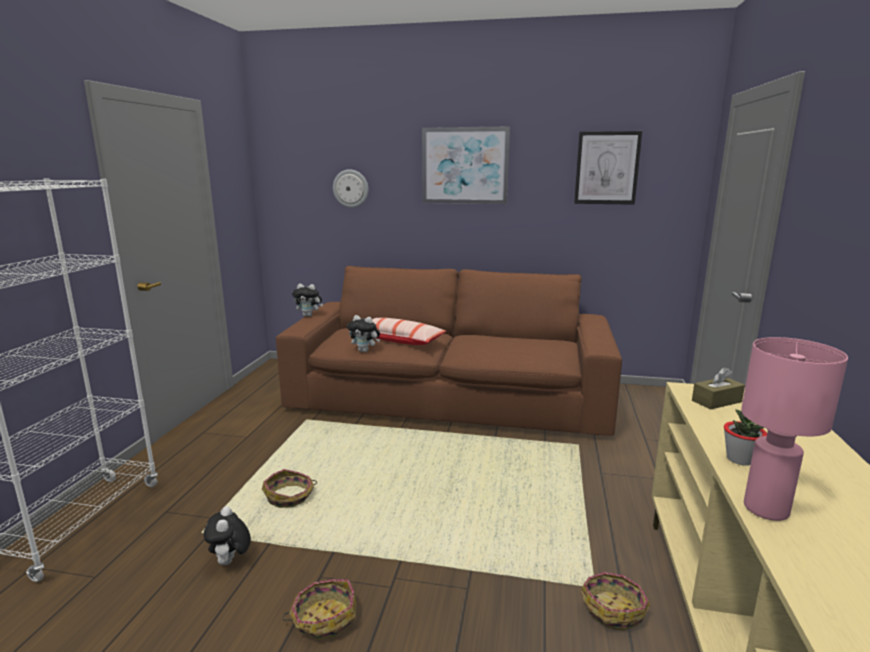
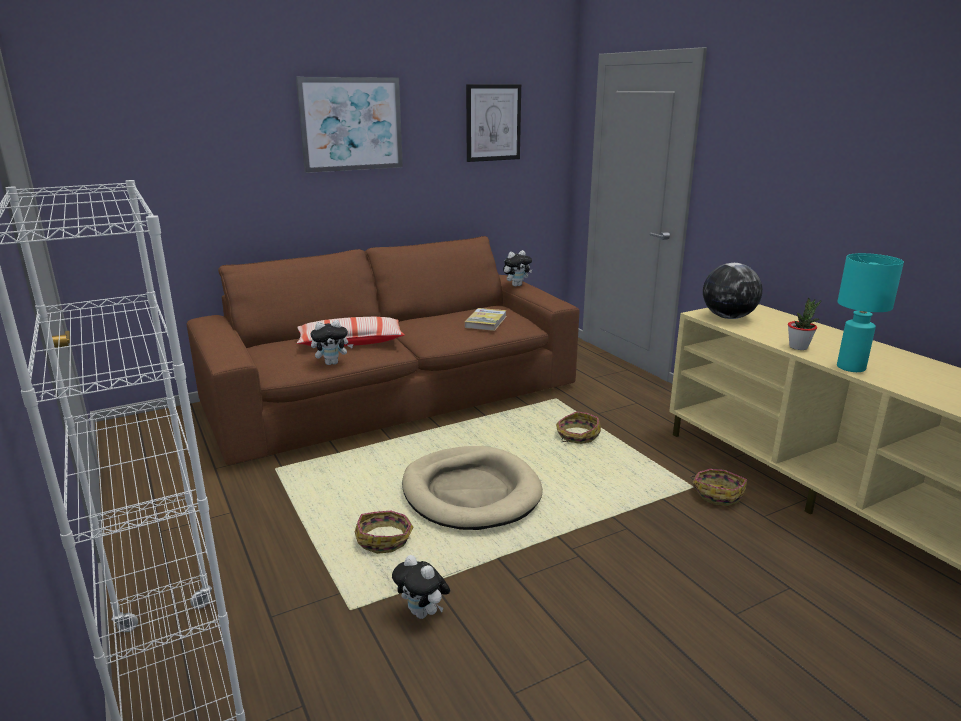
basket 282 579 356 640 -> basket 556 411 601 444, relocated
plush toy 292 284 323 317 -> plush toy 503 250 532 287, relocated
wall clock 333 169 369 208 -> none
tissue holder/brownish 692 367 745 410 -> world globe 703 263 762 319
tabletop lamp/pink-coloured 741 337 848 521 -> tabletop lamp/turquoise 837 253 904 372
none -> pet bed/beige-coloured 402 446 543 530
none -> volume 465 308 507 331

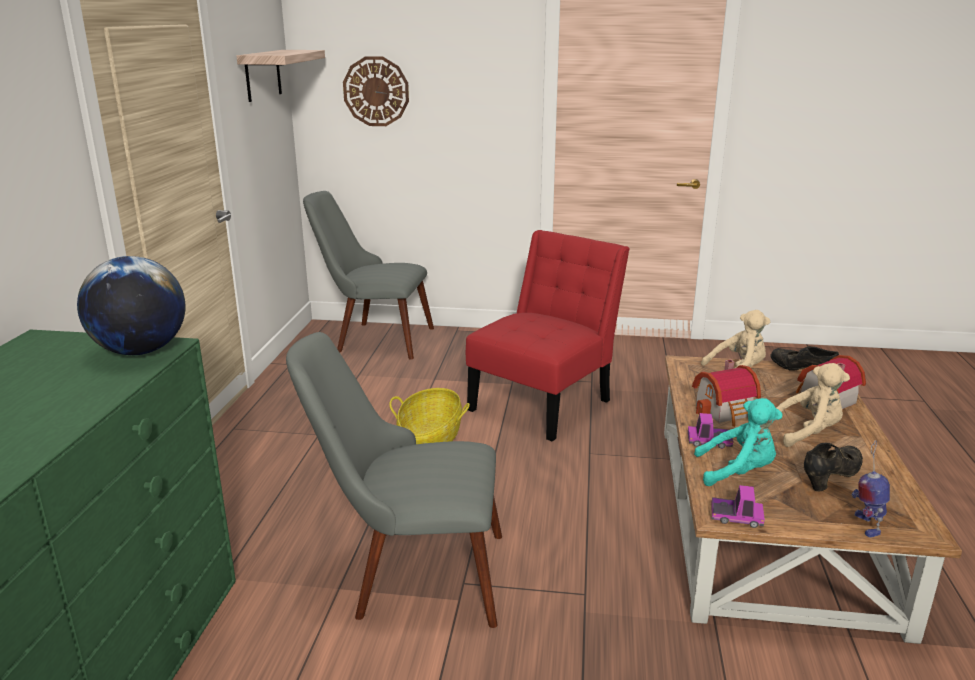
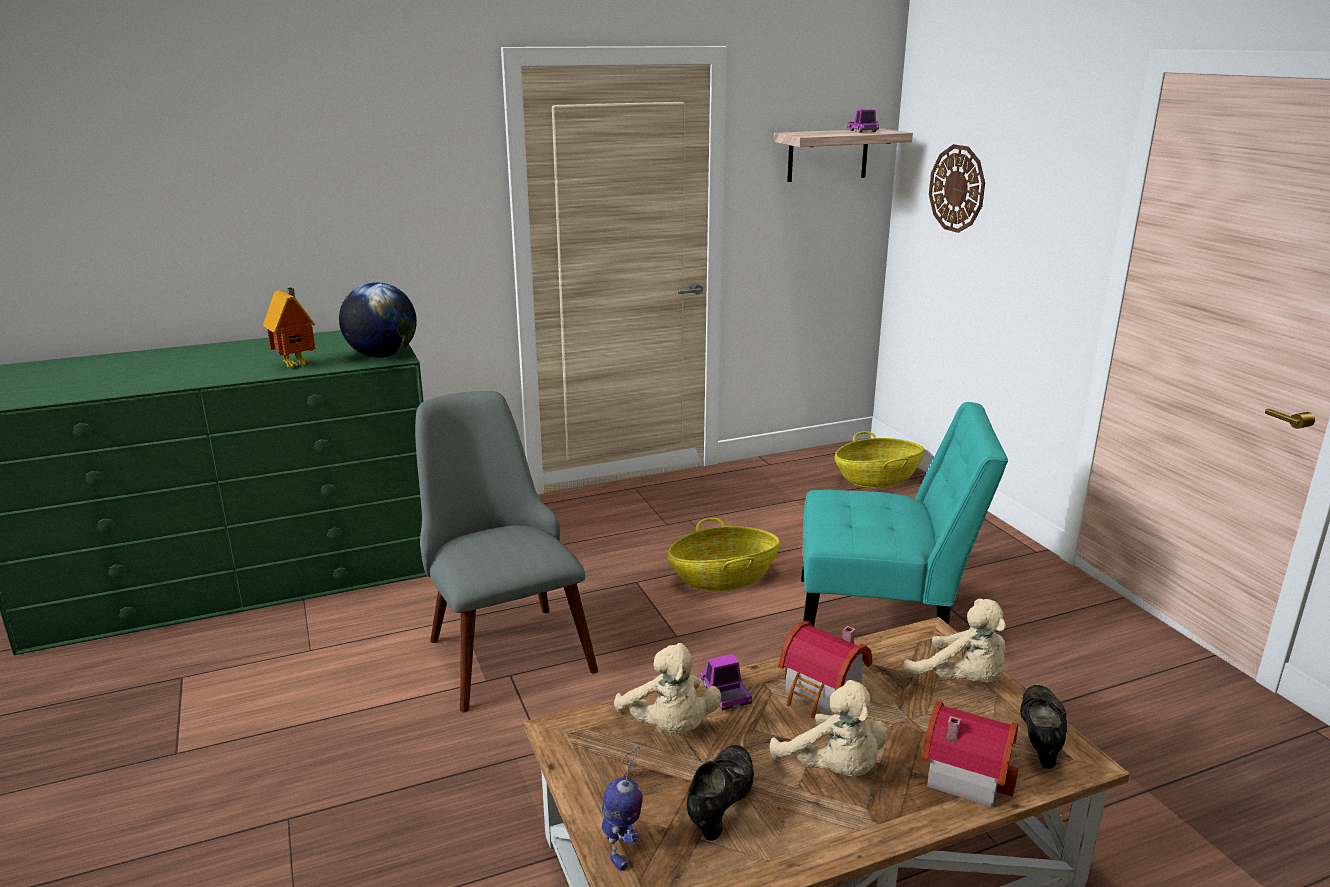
plain chair/greyish 303 191 434 360 -> basket 835 431 924 488
plain chair/red-coloured 466 230 630 441 -> plain chair/turquoise 801 402 1008 626
plush toy/turquoise 694 398 782 486 -> plush toy/beige-coloured 614 643 721 734
toy lorry 711 485 765 528 -> toy lorry 847 109 879 132, relocated
shoe/blackish 804 443 863 492 -> shoe/blackish 687 745 754 841, 90 degrees counterclockwise
toy robot 852 440 890 537 -> toy robot 602 746 643 871, 120 degrees clockwise
none -> toy house 263 287 315 368

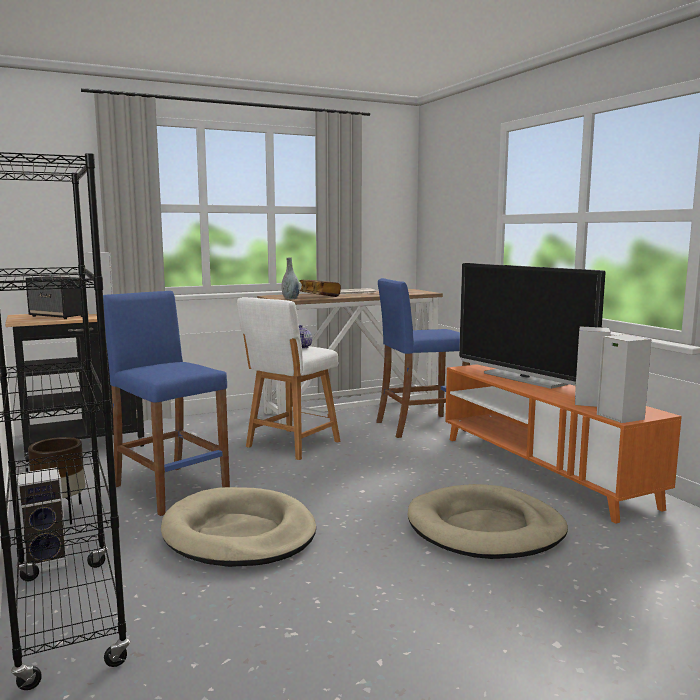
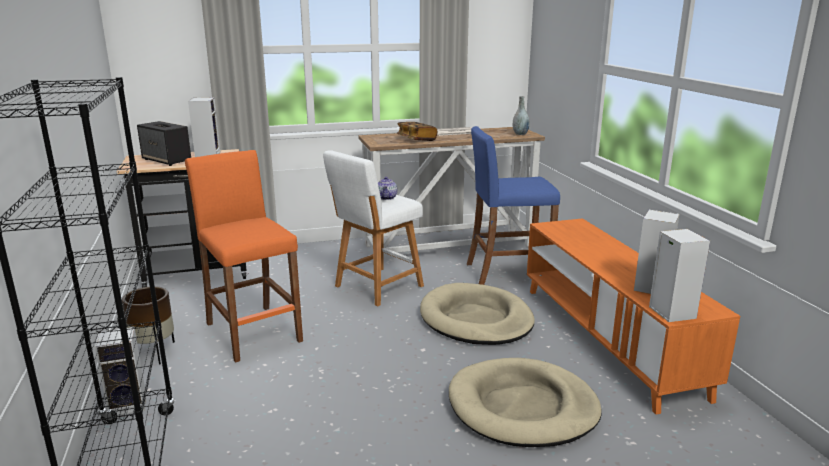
stool seat/bluish 103 291 230 516 -> stool seat/orange 185 150 303 363
pet bed/beige-coloured 161 487 316 567 -> pet bed/beige-coloured 420 283 535 345, relocated
vase/greyish 281 258 300 299 -> vase/greyish 513 96 530 135, relocated
television 459 263 606 389 -> none

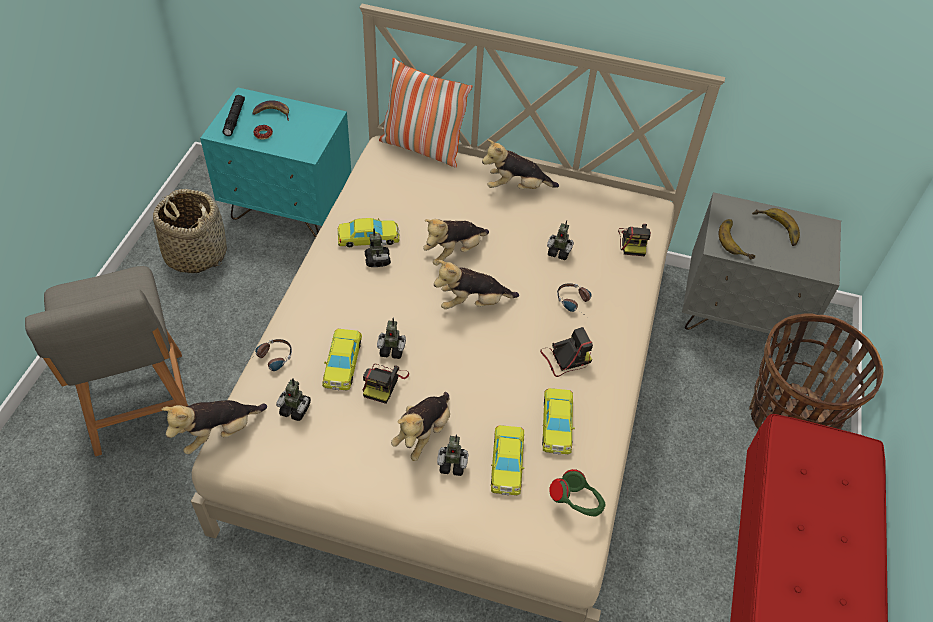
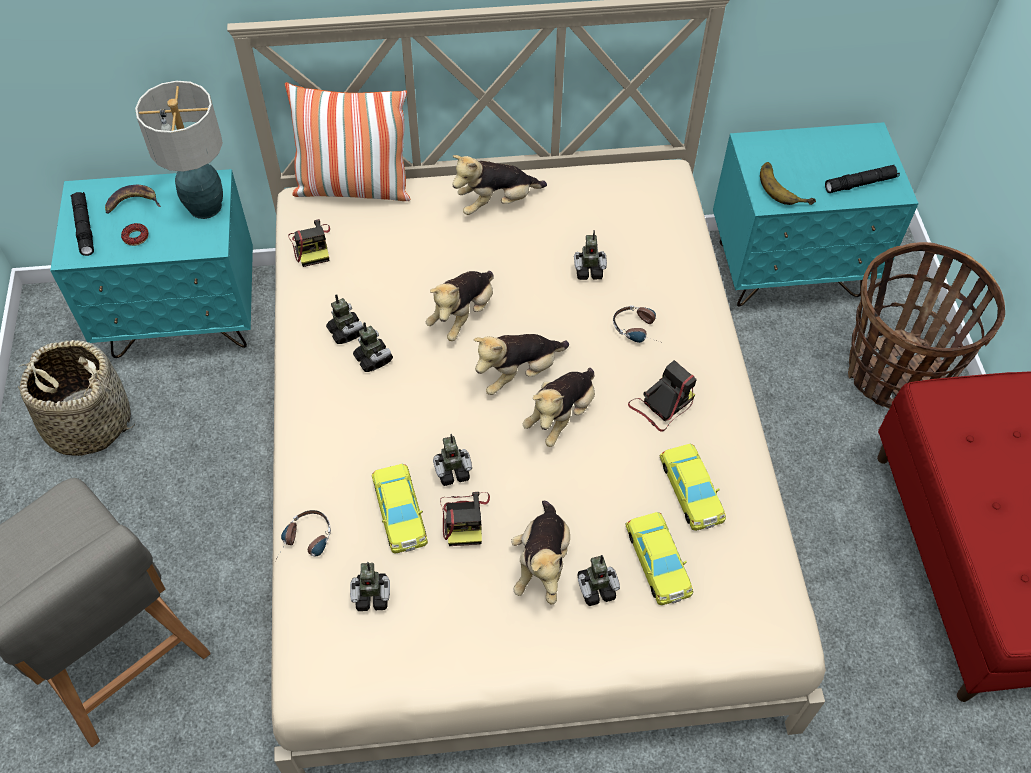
plush toy 161 400 267 454 -> plush toy 523 368 595 447, relocated
miniature car/yellowish 338 218 400 247 -> toy robot 326 295 364 344
pair of headphones/green-coloured 549 469 606 517 -> none
photo camera 618 224 651 256 -> photo camera 288 219 330 267, relocated
nightstand/greyish 682 192 841 353 -> nightstand/turquoise 713 122 919 307
banana fruit 752 208 800 246 -> none
none -> tabletop lamp 135 81 223 219
none -> flashlight/blackish 825 165 900 193

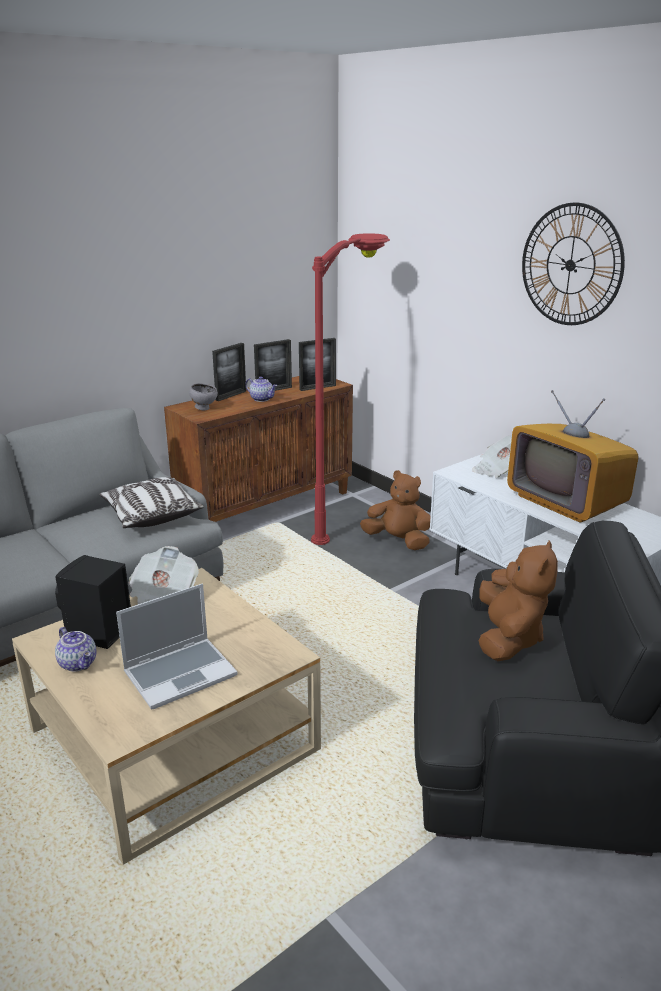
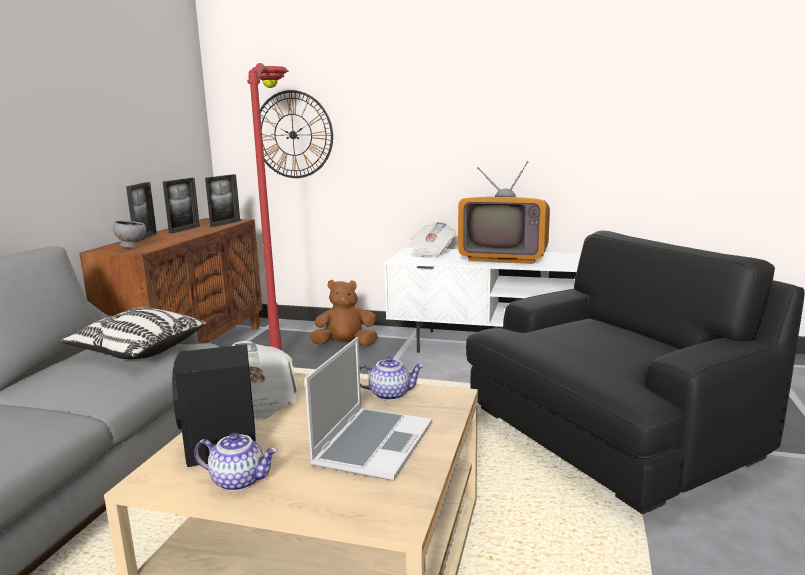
teapot 245 376 277 402 -> teapot 359 356 424 401, relocated
plush toy/brownish 479 540 558 661 -> none
wall clock 522 203 625 325 -> wall clock 260 90 333 178, relocated

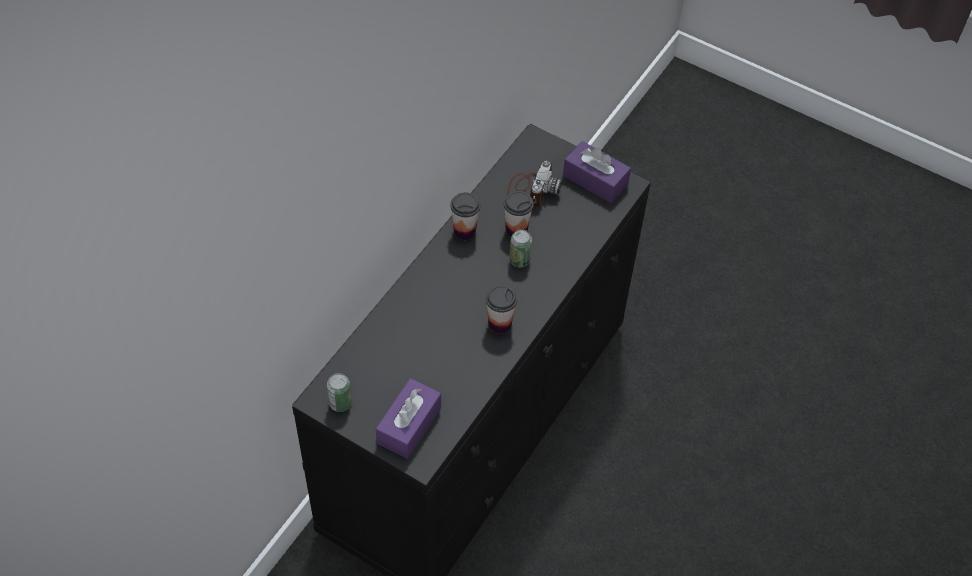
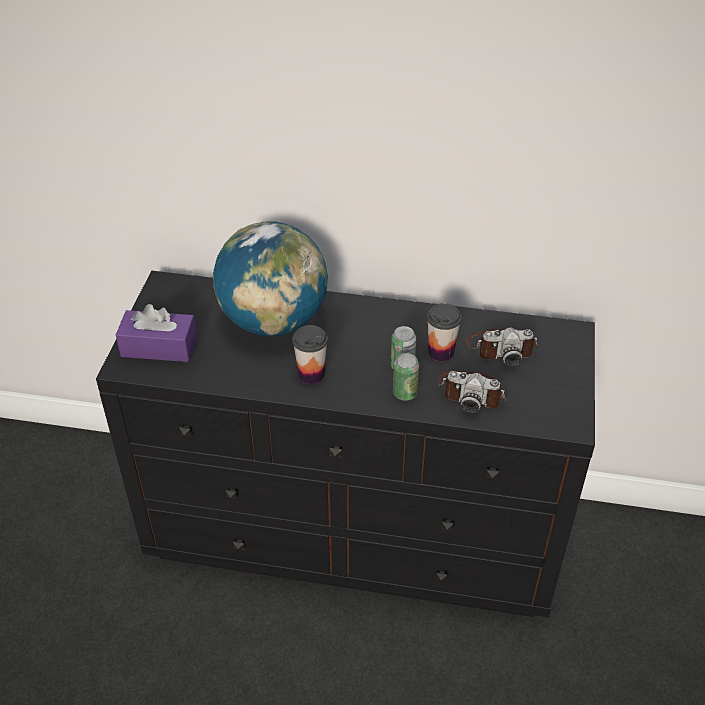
metal can 327 373 352 412 -> metal can 393 353 419 401, relocated
small cup 450 192 480 240 -> none
tissue holder/purple-coloured 563 141 631 203 -> none
none -> world globe 213 221 328 336
none -> photo camera 438 371 506 413

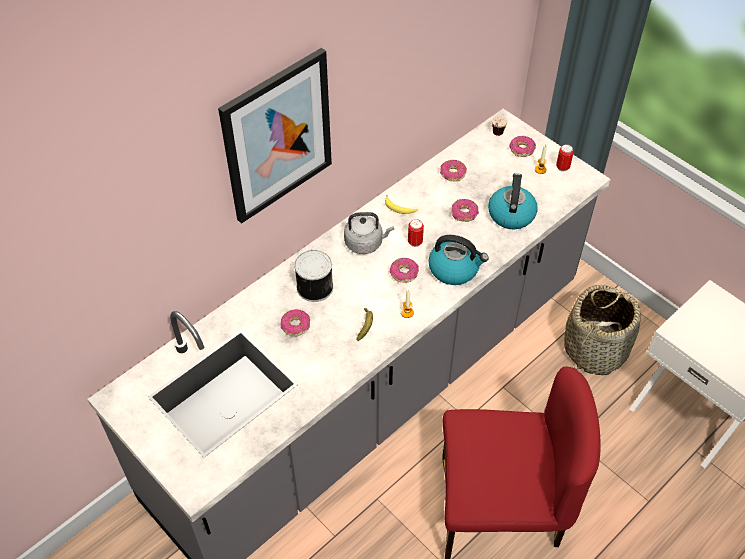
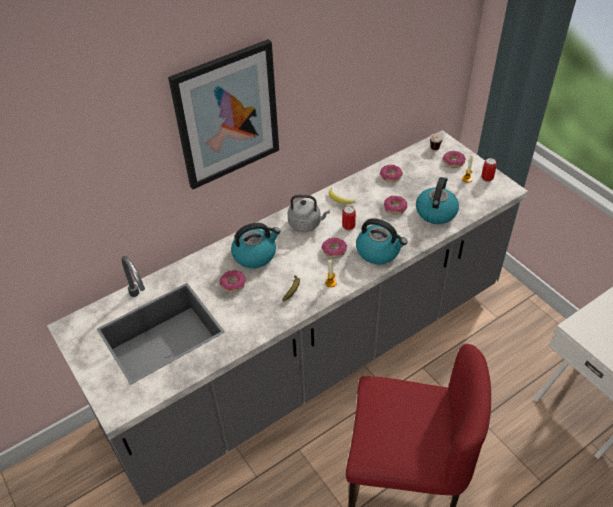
metal can 294 250 333 302 -> tea kettle 231 223 281 268
basket 564 285 641 375 -> none

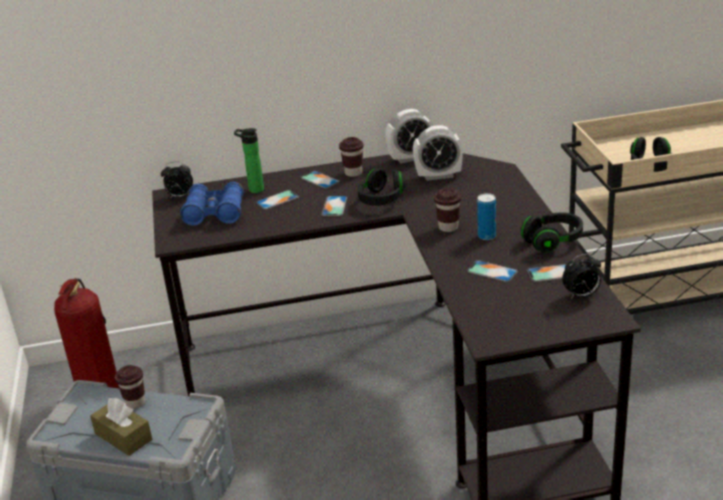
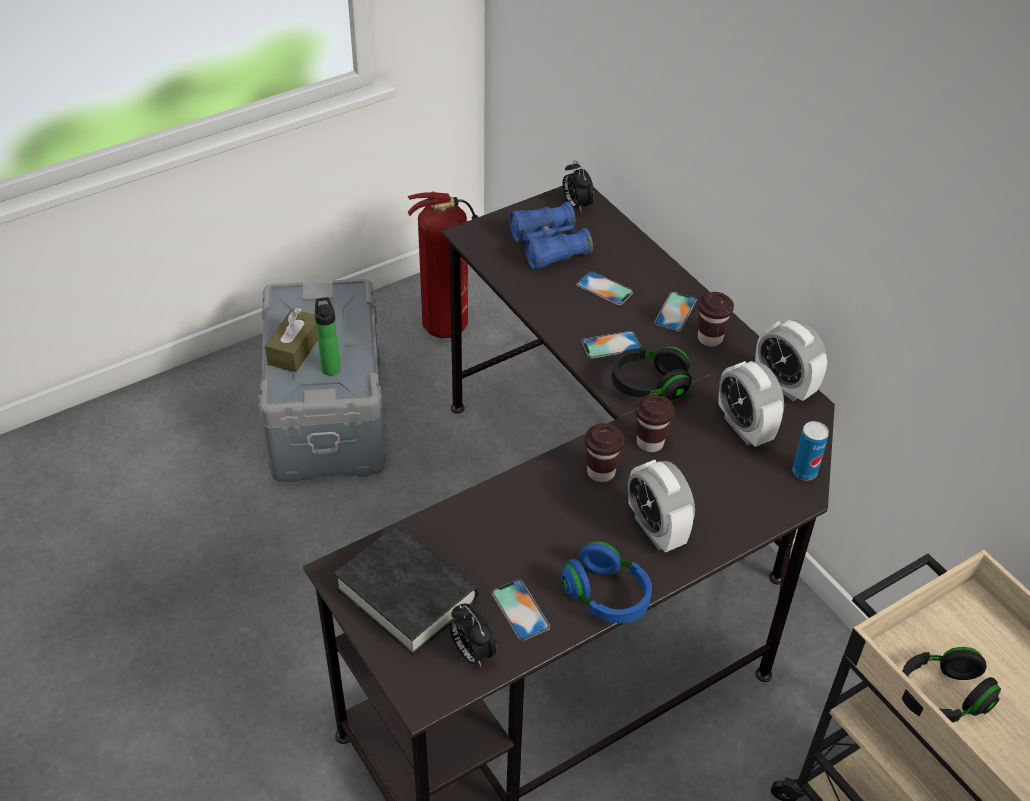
small cup/brownish 115 365 145 409 -> small cup/brownish 636 395 674 452, relocated
bottle 234 128 264 193 -> bottle 315 297 341 375, relocated
handset 467 260 518 282 -> none
metal can 477 193 496 240 -> metal can 792 421 829 481, relocated
pair of headphones/blackish 521 212 583 253 -> pair of headphones/bluish 561 541 652 623
none -> volume/blackish 334 525 478 655
none -> alarm clock 628 460 695 553

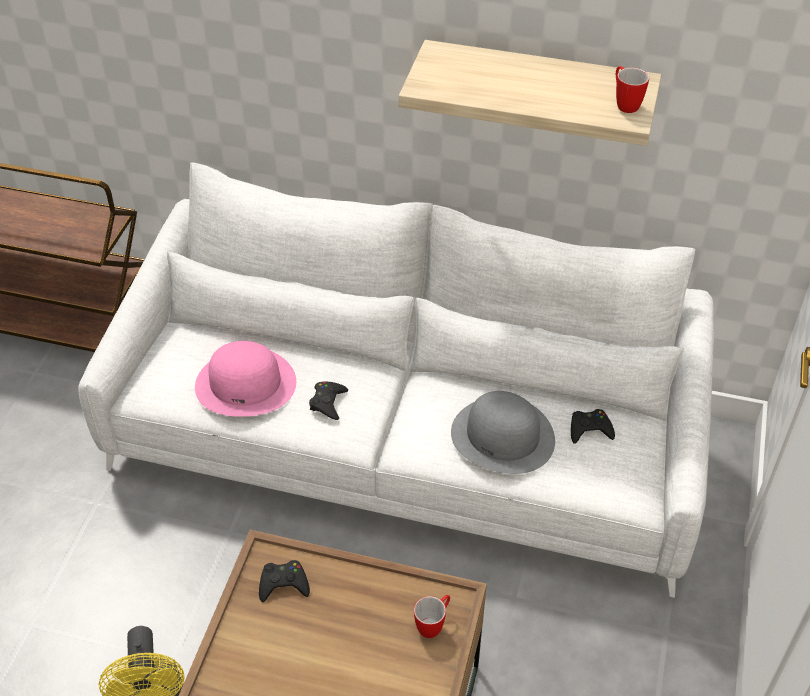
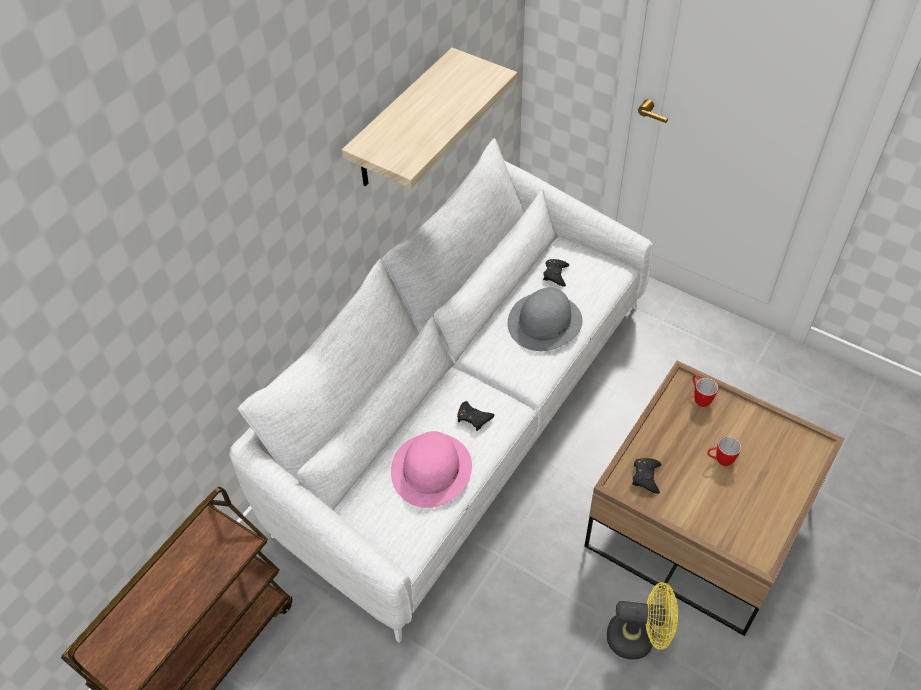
mug 616 66 649 113 -> mug 707 436 742 466, relocated

